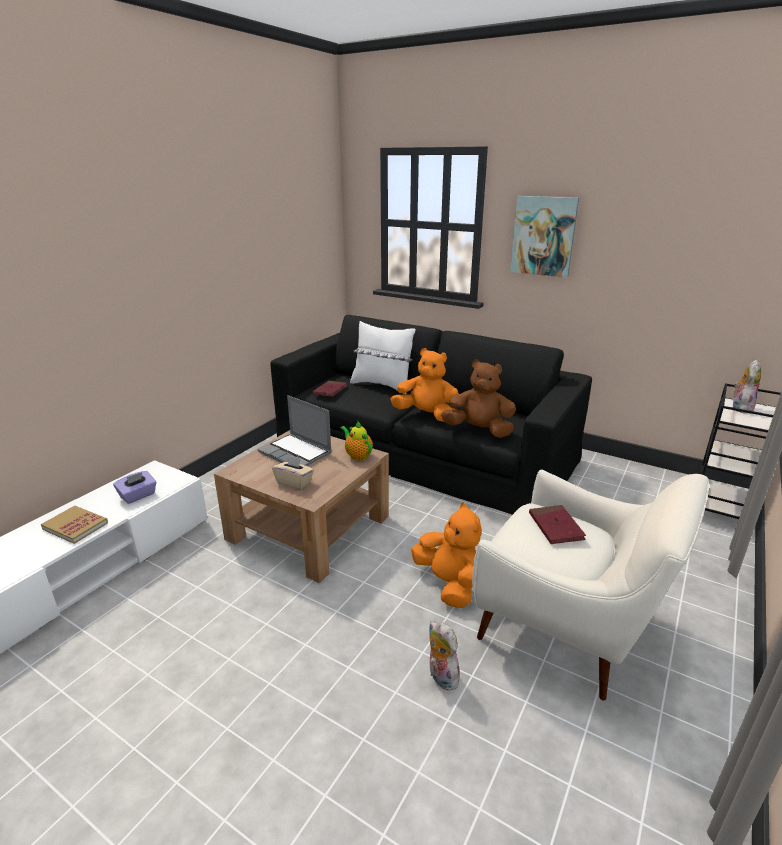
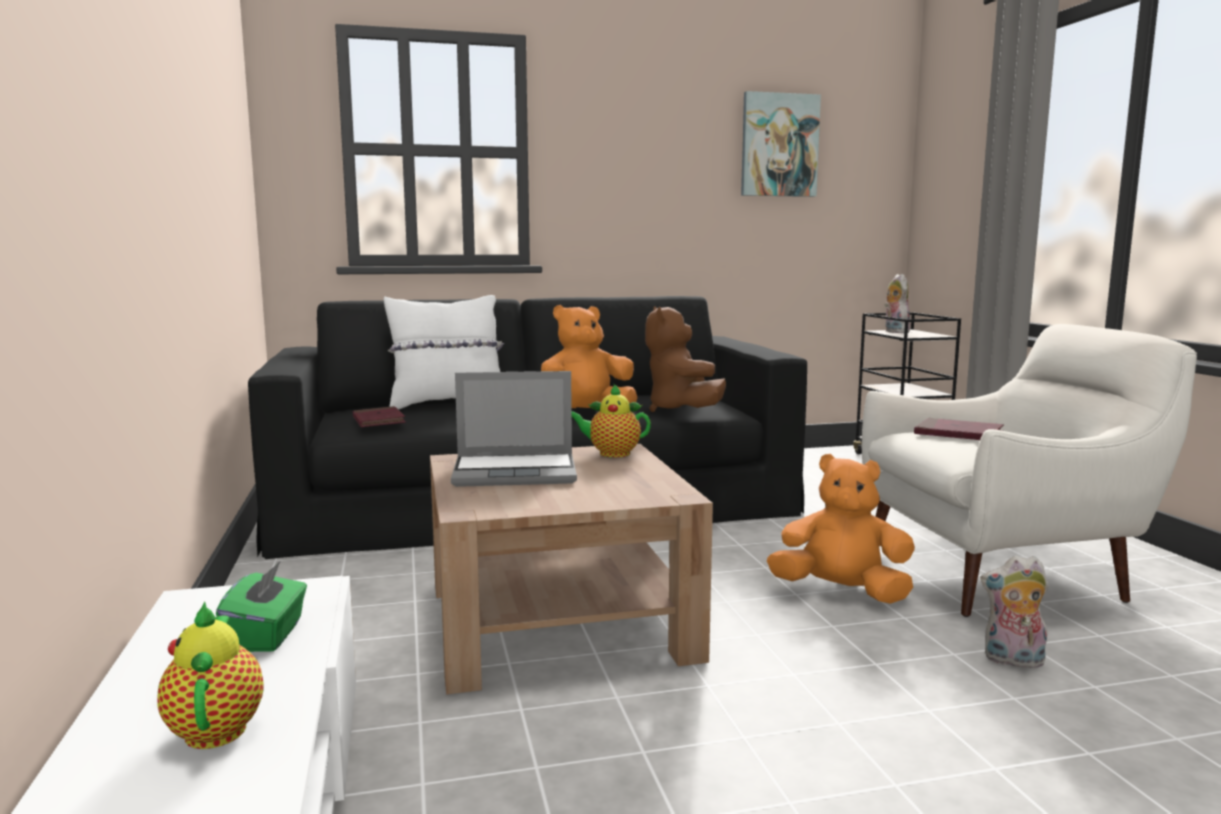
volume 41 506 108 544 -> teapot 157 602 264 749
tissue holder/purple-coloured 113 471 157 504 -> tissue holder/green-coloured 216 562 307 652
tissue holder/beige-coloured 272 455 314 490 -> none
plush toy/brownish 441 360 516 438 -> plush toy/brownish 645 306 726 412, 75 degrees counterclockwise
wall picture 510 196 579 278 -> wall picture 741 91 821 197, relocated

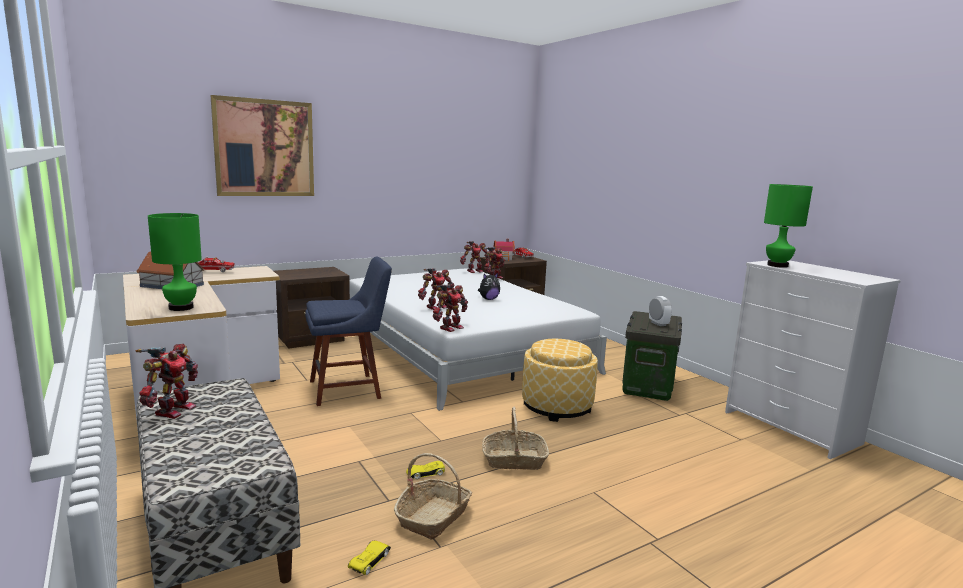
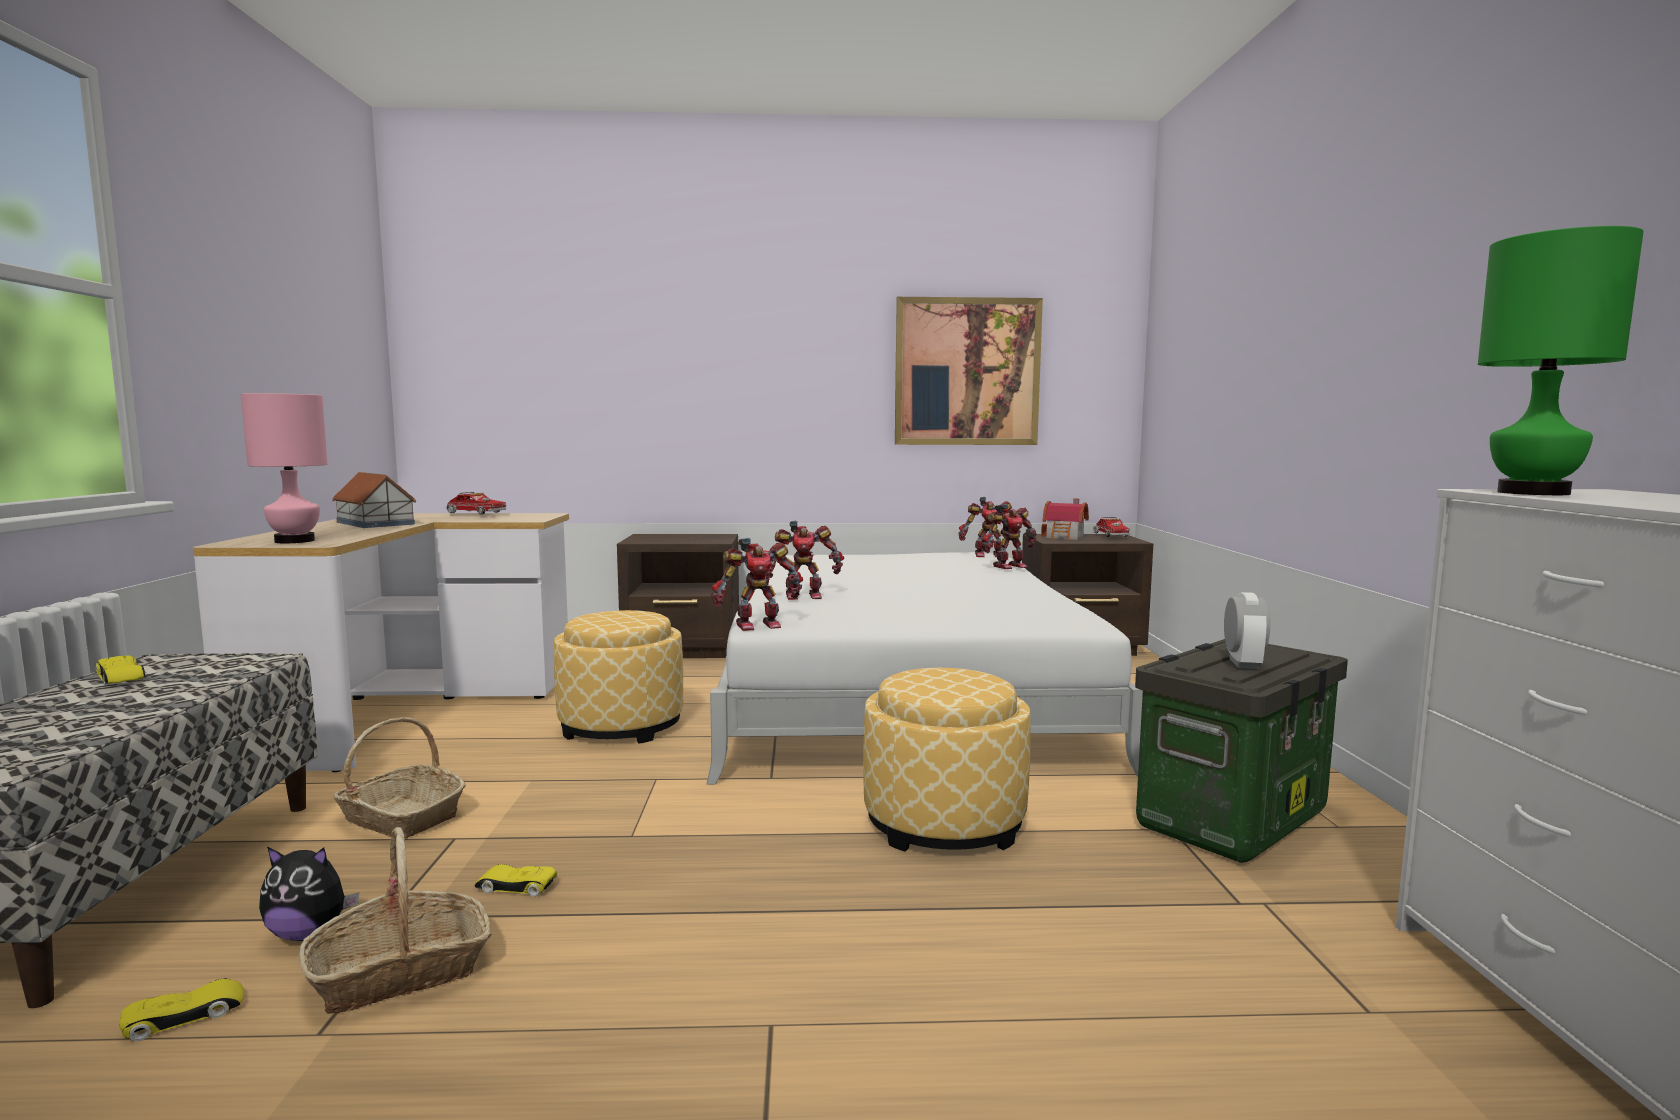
toy robot 136 344 199 419 -> miniature car/yellowish 95 655 145 685
tabletop lamp/green-coloured 148 213 202 311 -> tabletop lamp/pink-coloured 240 393 327 543
wall picture 210 95 314 196 -> wall picture 895 297 1043 445, relocated
plain chair/bluish 305 257 392 406 -> footrest 554 610 683 744
plush toy 478 273 500 300 -> plush toy 259 847 359 941, relocated
basket 482 407 549 470 -> basket 333 717 466 838, relocated

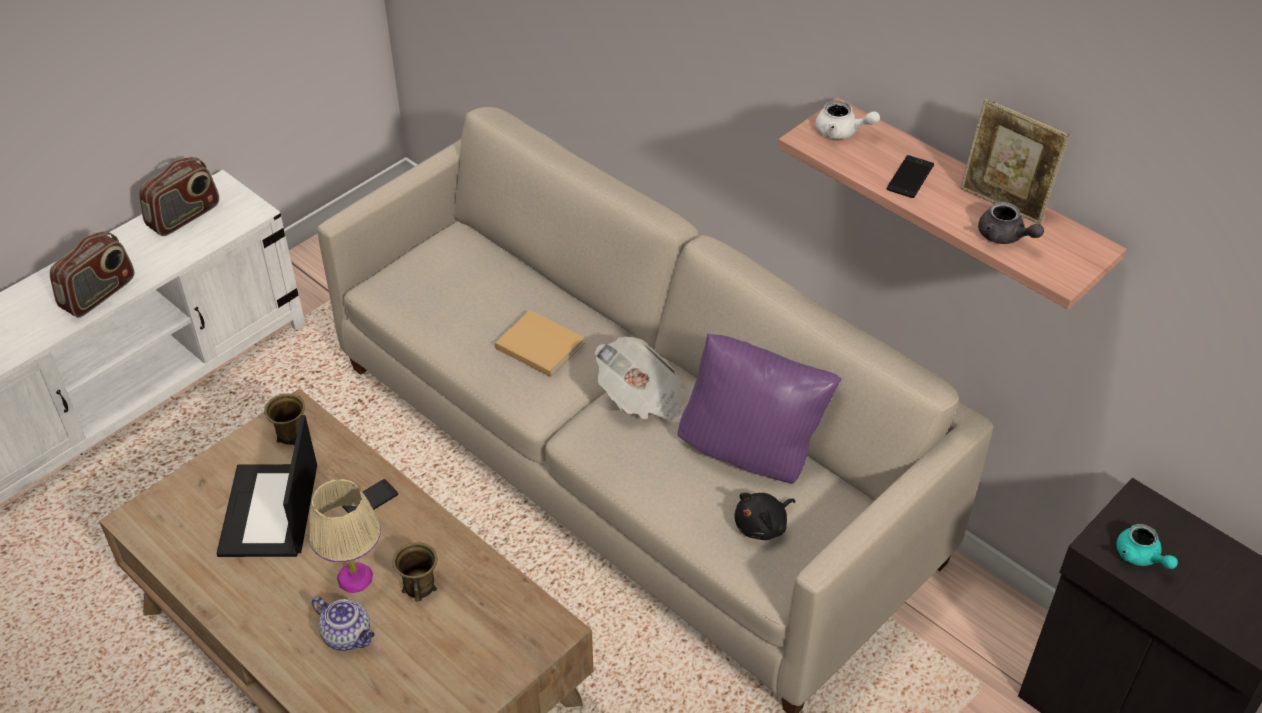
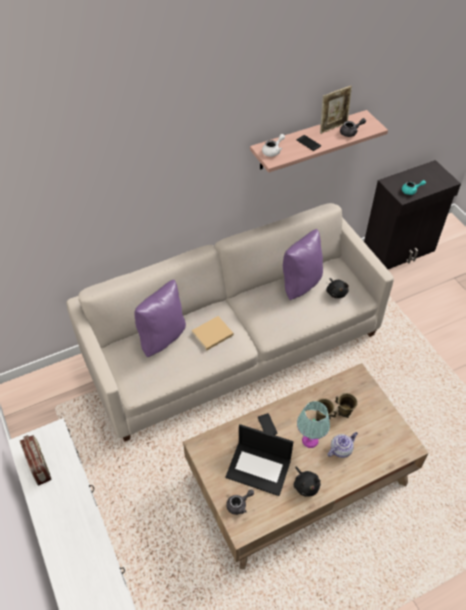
radio 50 231 134 318 -> none
mug/brownish 264 394 305 446 -> mug/brownish 335 393 358 418, relocated
tabletop lamp/beige-coloured 308 479 381 593 -> tabletop lamp/turquoise 297 401 330 448
daily paper 595 337 683 423 -> none
none -> cushion/purple-coloured 134 279 186 357
none -> teapot/greyish 226 489 254 515
none -> plush toy/blackish 294 466 321 496

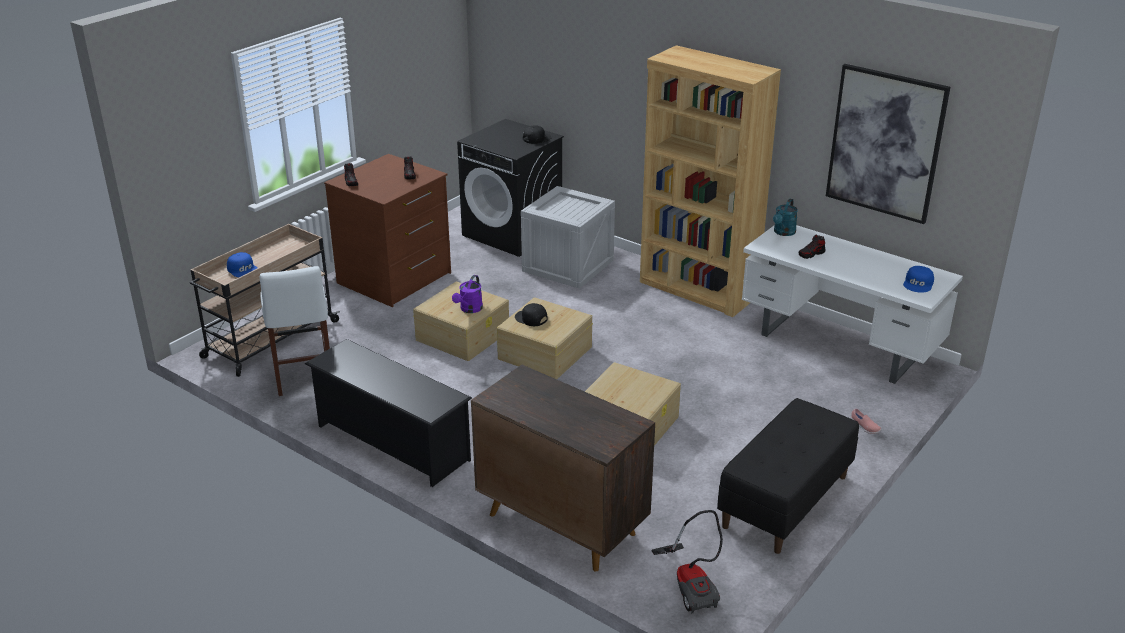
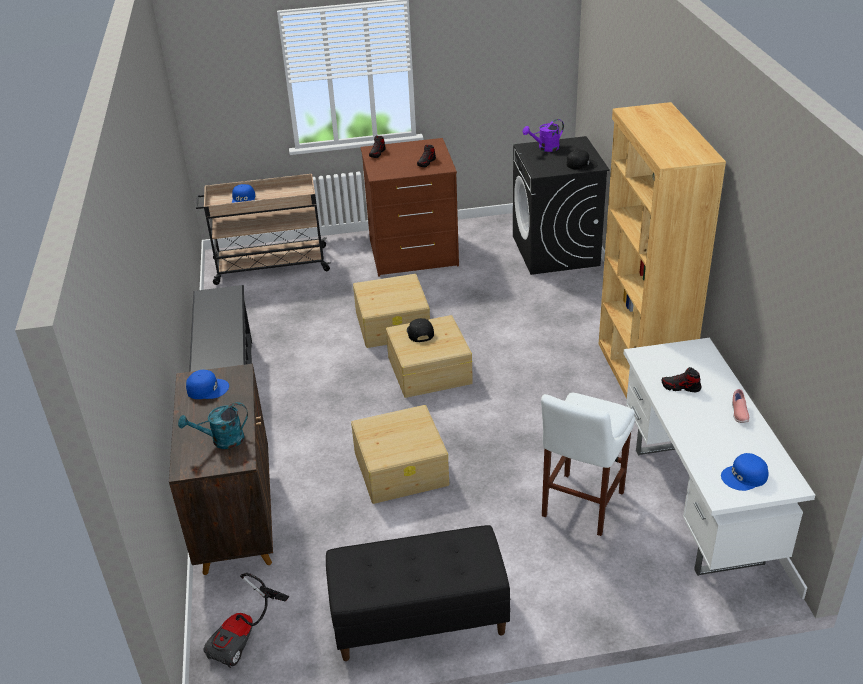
stool seat/white-coloured 260 266 330 396 -> stool seat/white-coloured 541 393 635 536, relocated
watering pot/purple-coloured 452 275 483 313 -> watering pot/purple-coloured 523 119 564 152, relocated
crate 521 186 615 289 -> none
watering pot/turquoise 773 199 798 236 -> watering pot/turquoise 178 402 248 449, relocated
wall picture 826 64 950 224 -> none
shoe/pink-coloured 851 408 881 434 -> shoe/pink-coloured 732 389 749 423, relocated
none -> peaked cap/bluish 186 370 229 399

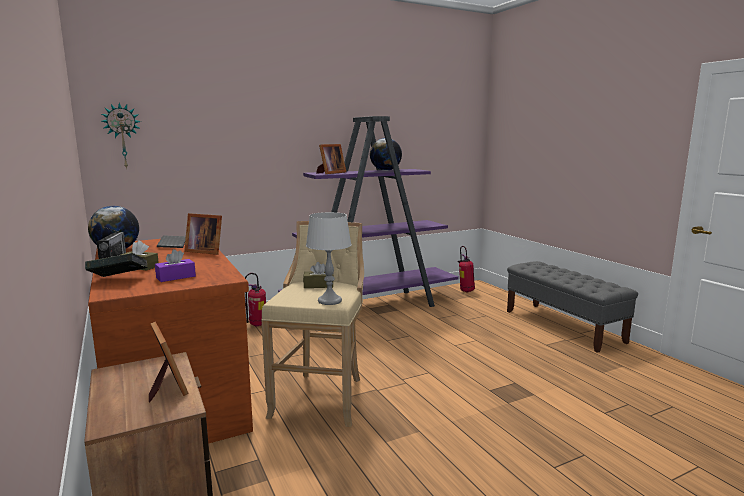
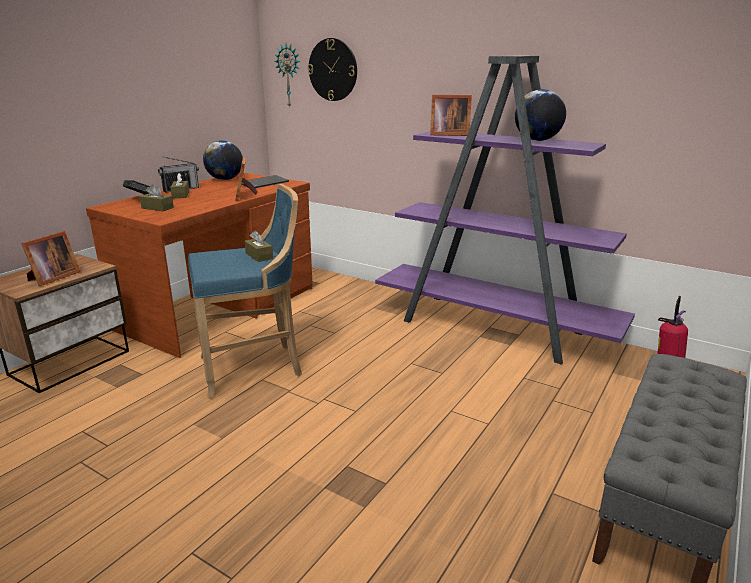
tissue holder/purple-coloured 155 249 196 282 -> tissue holder/brownish 140 184 174 211
fire extinguisher 245 273 266 327 -> none
stool seat/beige-coloured 261 221 364 427 -> stool seat/bluish 188 184 302 398
tabletop lamp/greyish 306 212 352 305 -> none
none -> wall clock 308 38 357 101

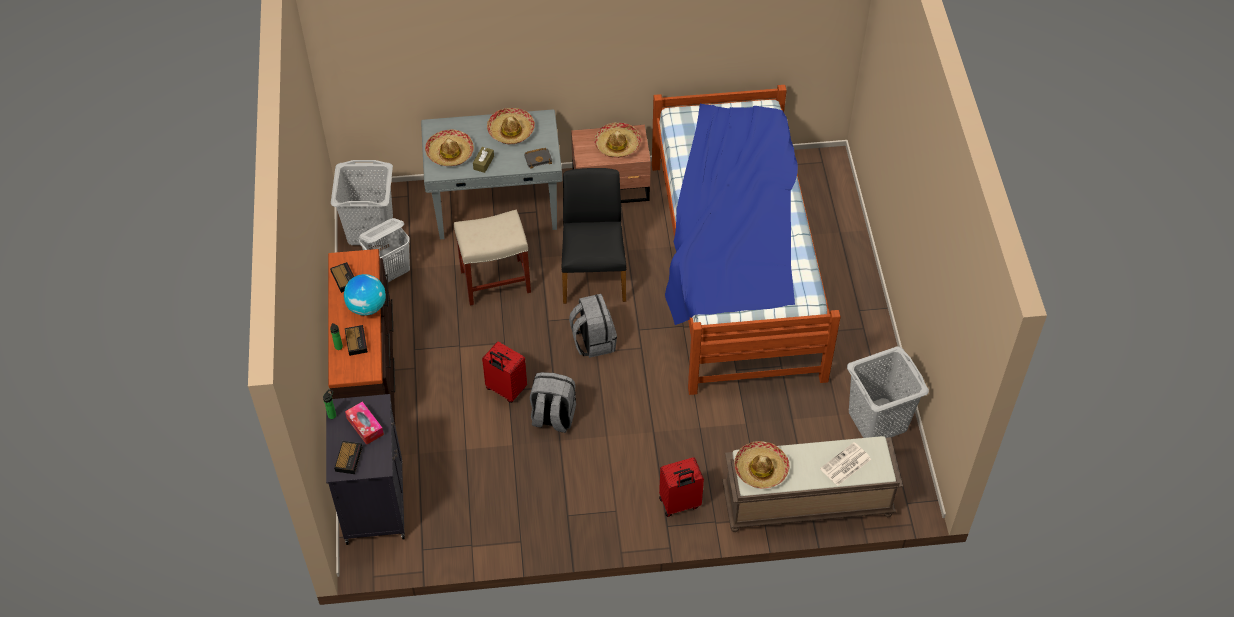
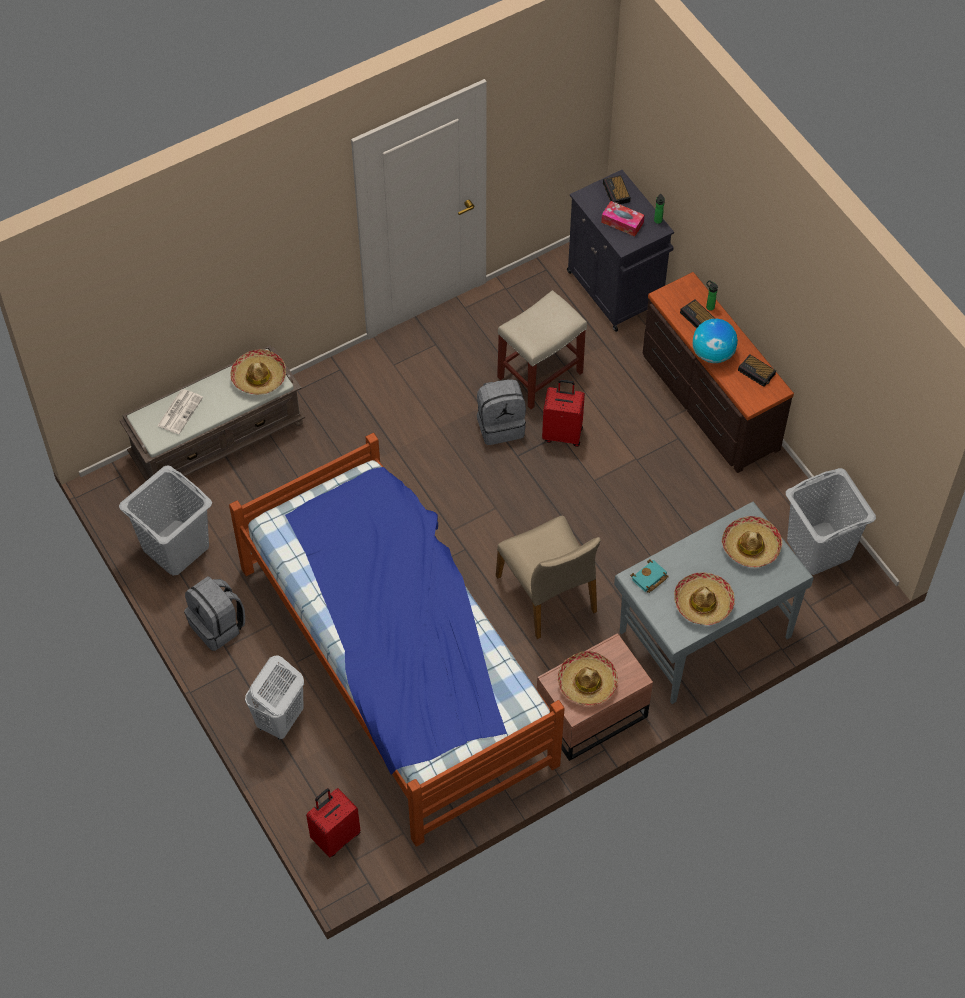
hamper/white-coloured 359 218 410 282 -> hamper/white-coloured 245 655 304 740, relocated
stool seat/beige-coloured 454 210 531 306 -> stool seat/beige-coloured 497 290 587 409, relocated
tissue holder/brownish 473 147 494 173 -> none
volume/blackish 524 148 552 169 -> volume/turquoise 630 559 669 593
plain chair/blackish 562 168 626 304 -> plain chair/beige-coloured 496 516 601 639
rucksack/greyish 569 294 617 358 -> rucksack/greyish 184 576 245 651, relocated
piece of luggage/red-coloured 659 457 704 517 -> piece of luggage/red-coloured 306 788 361 857, relocated

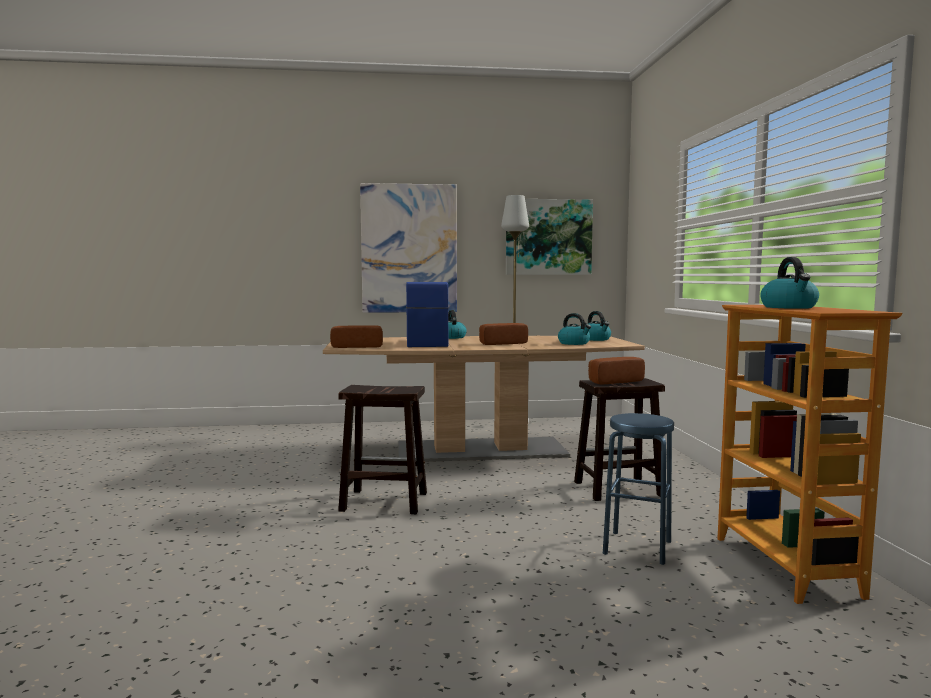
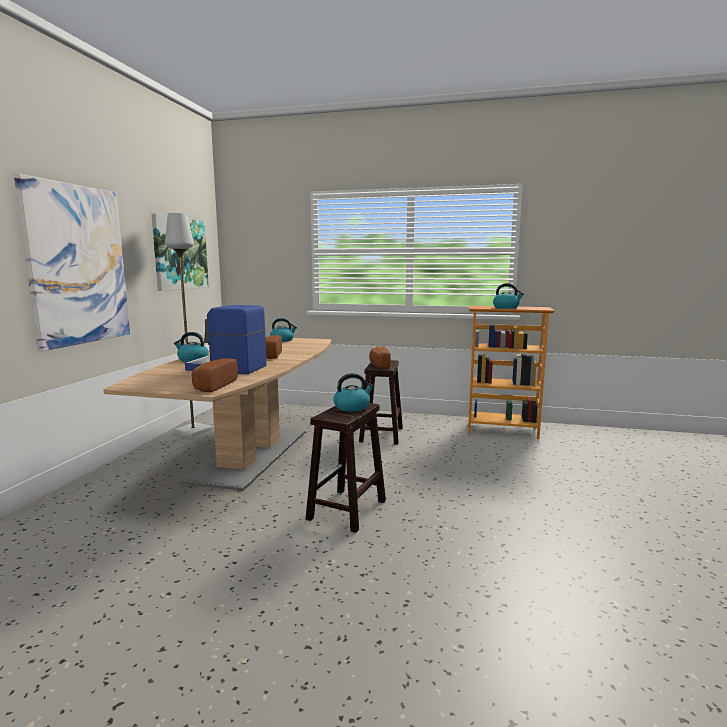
tea kettle 558 313 591 345 -> tea kettle 333 373 374 411, relocated
stool seat/bluish 603 413 674 565 -> none

